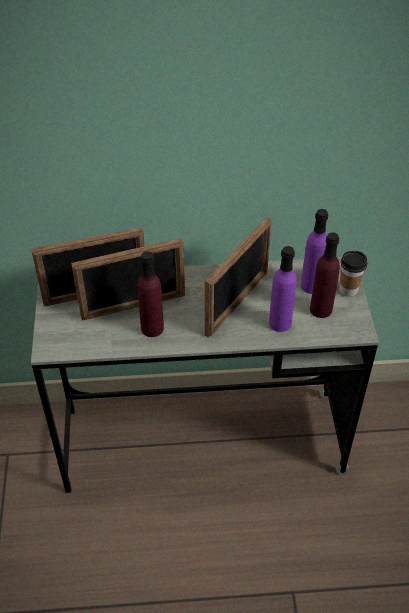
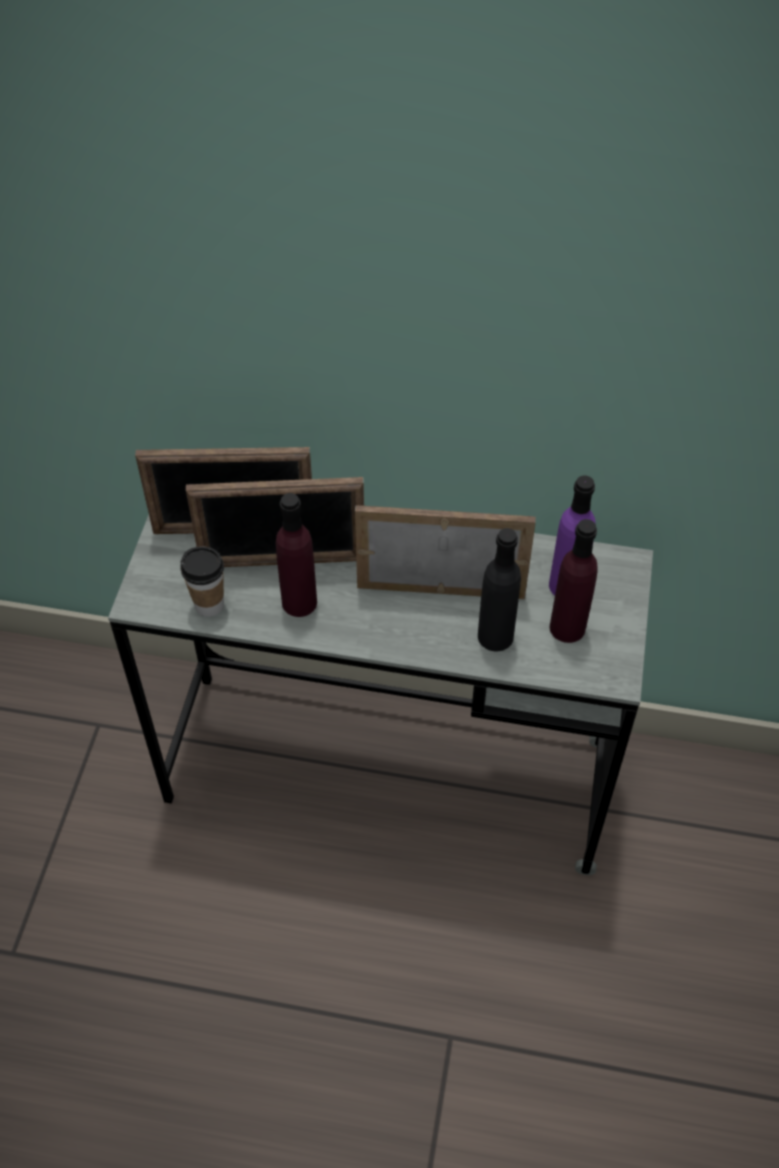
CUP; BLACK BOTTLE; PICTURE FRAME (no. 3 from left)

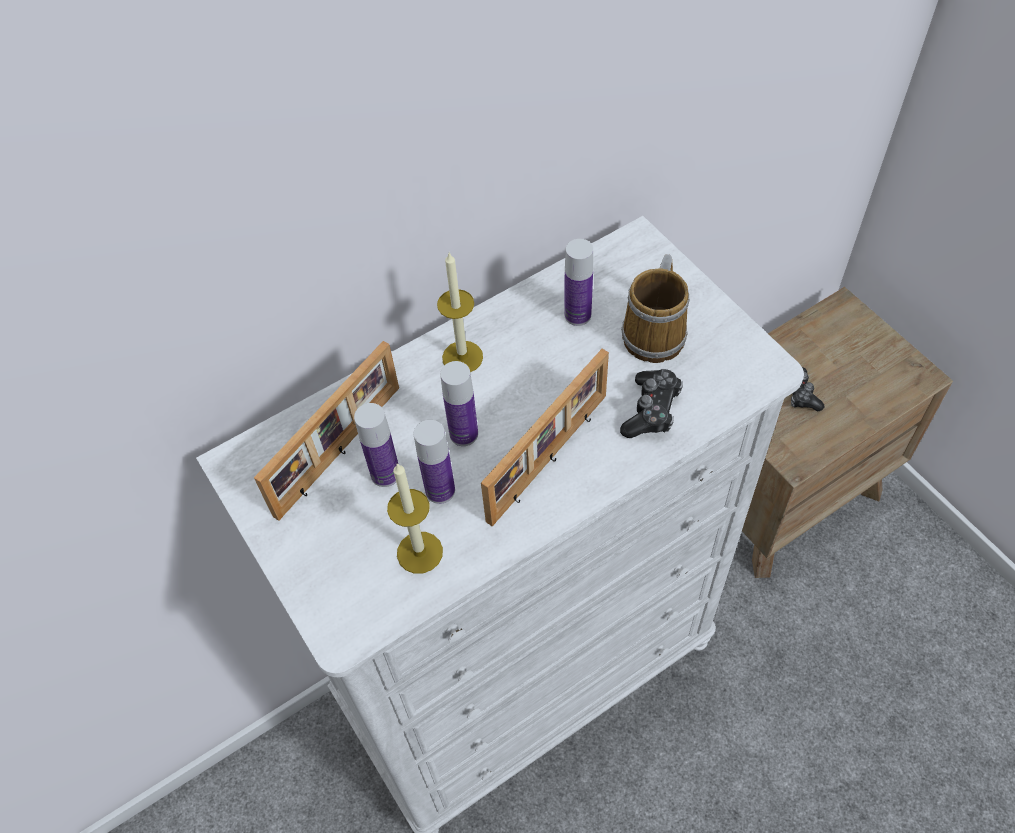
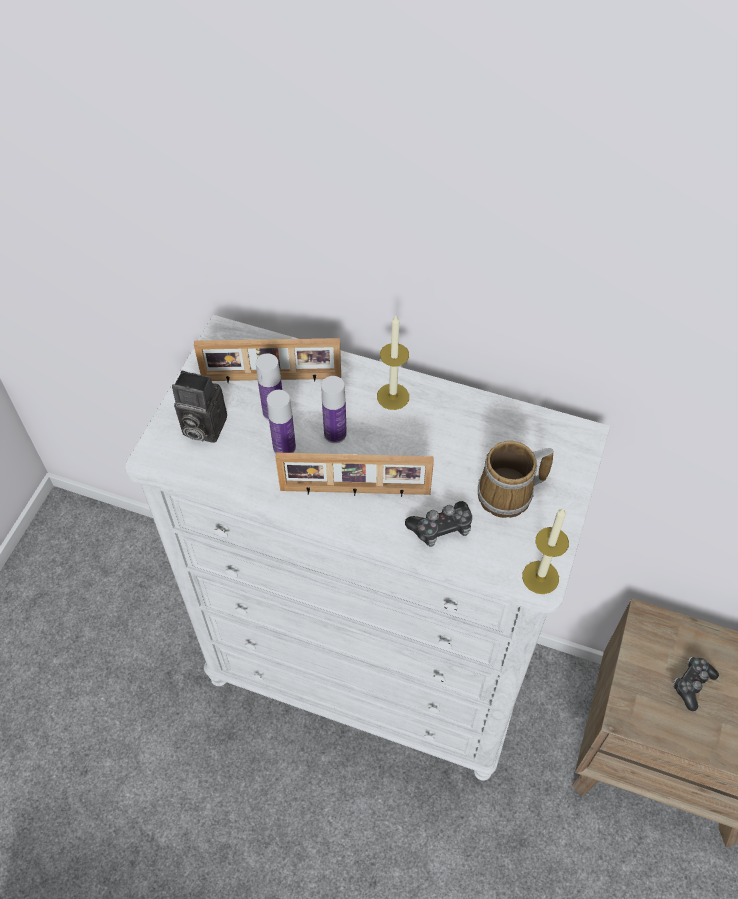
BOTTLE (no. 4 from left in the first image); PHOTO CAMERA; CANDLE (no. 2 from left)

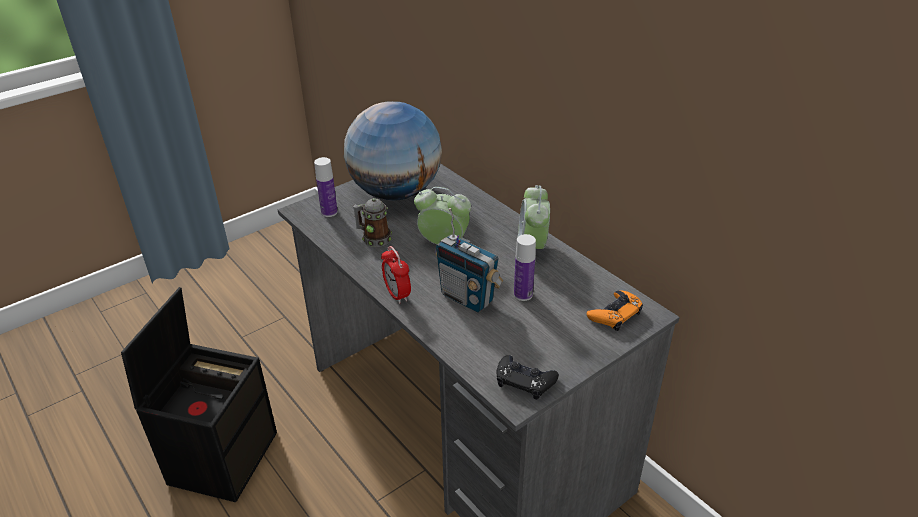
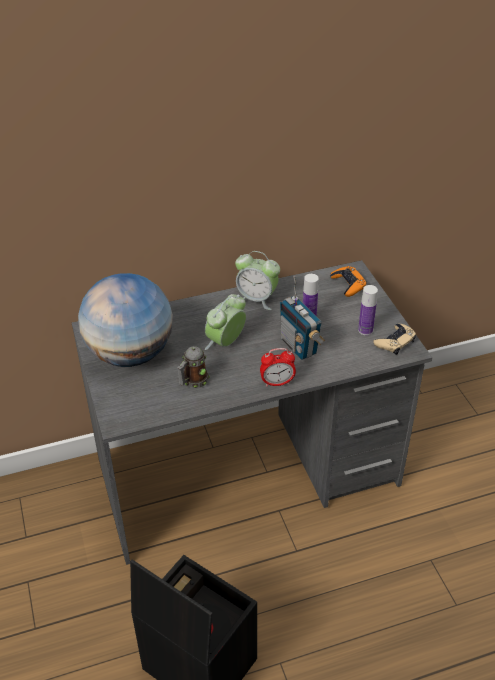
BOTTLE (no. 2 from left); BEIGE GAME CONTROLLER; RADIO

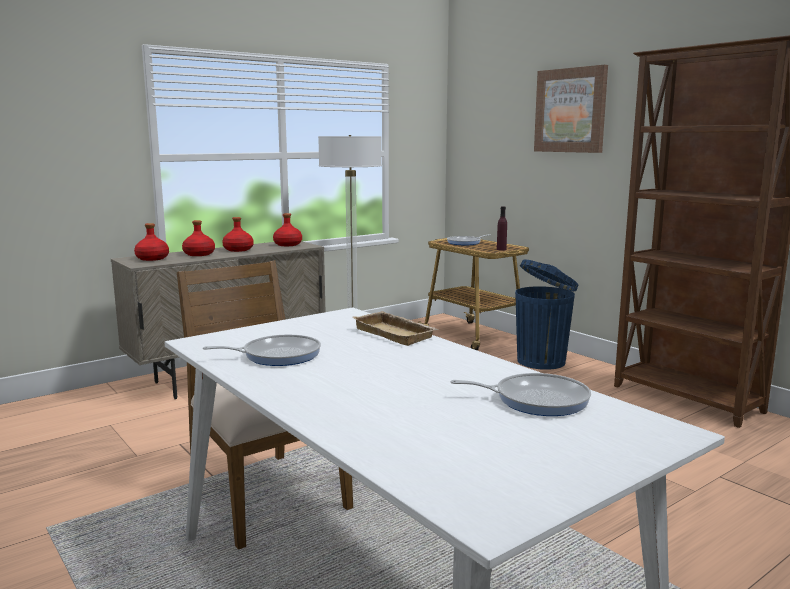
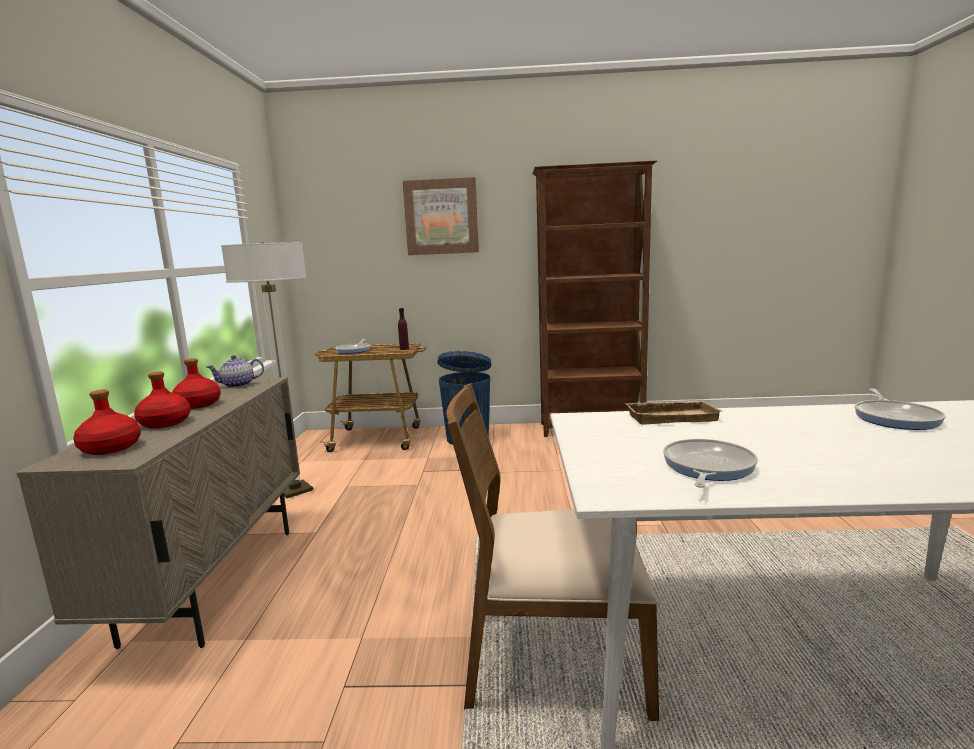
TEAPOT; FRYING PAN (no. 3 from left)

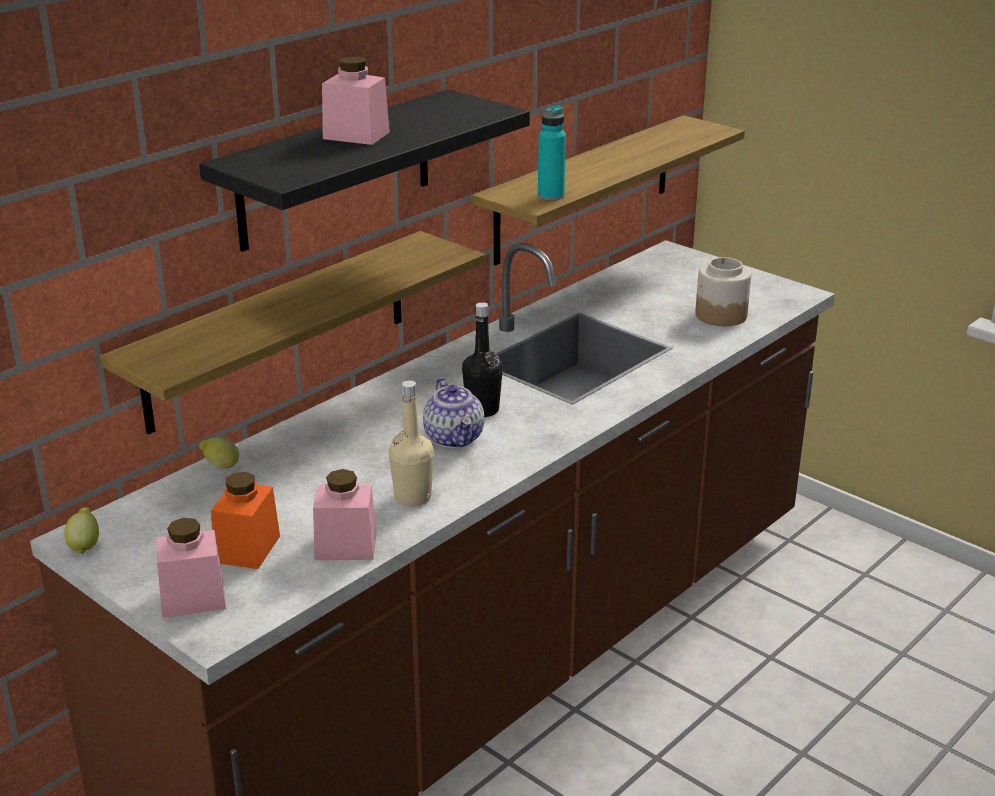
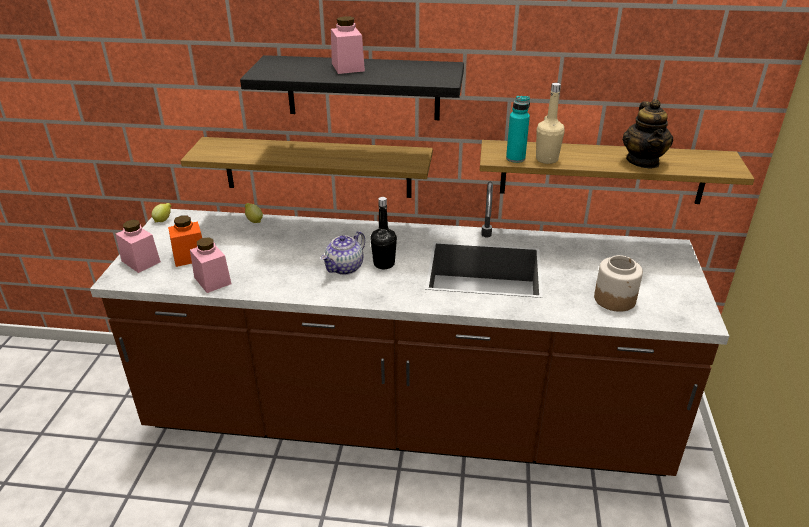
TEAPOT (no. 2 from left); BEIGE BOTTLE

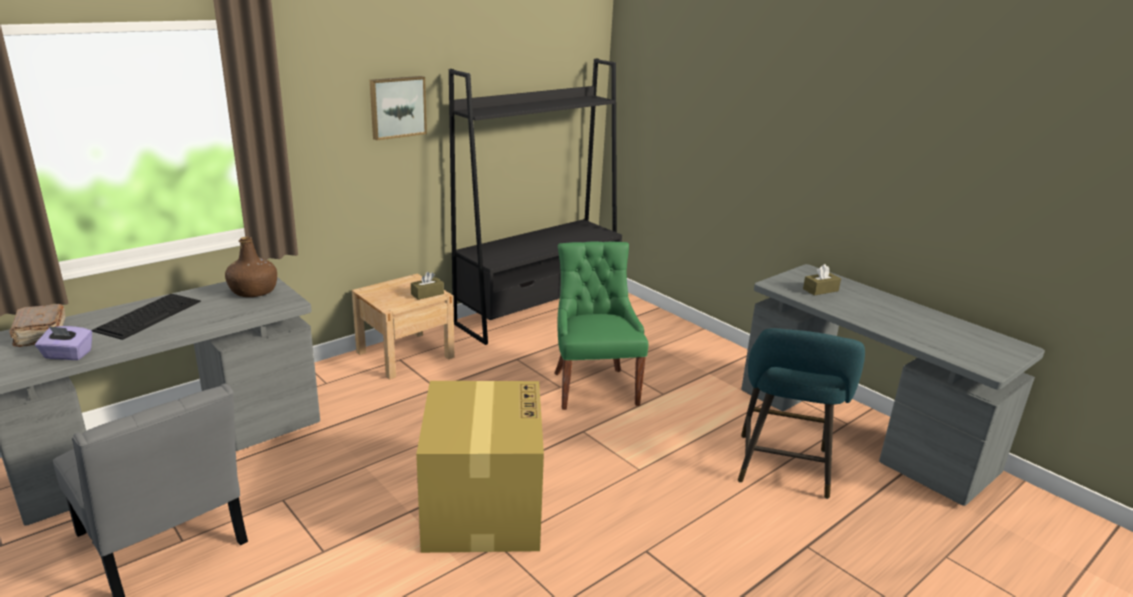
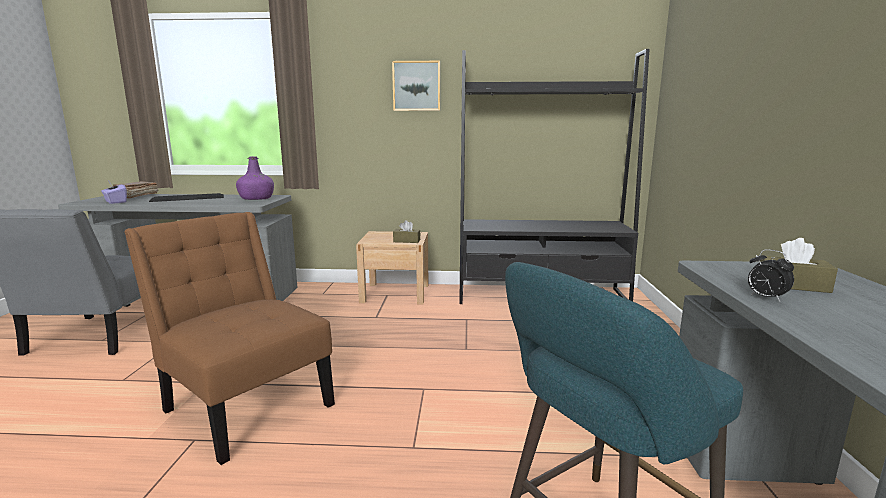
GREEN CHAIR; ALARM CLOCK; BROWN CHAIR; PURPLE BOTTLE

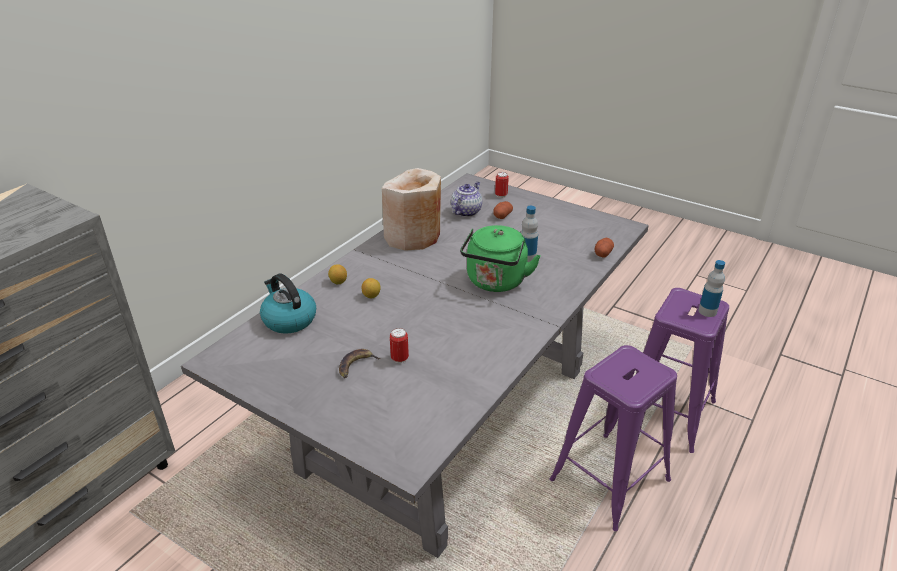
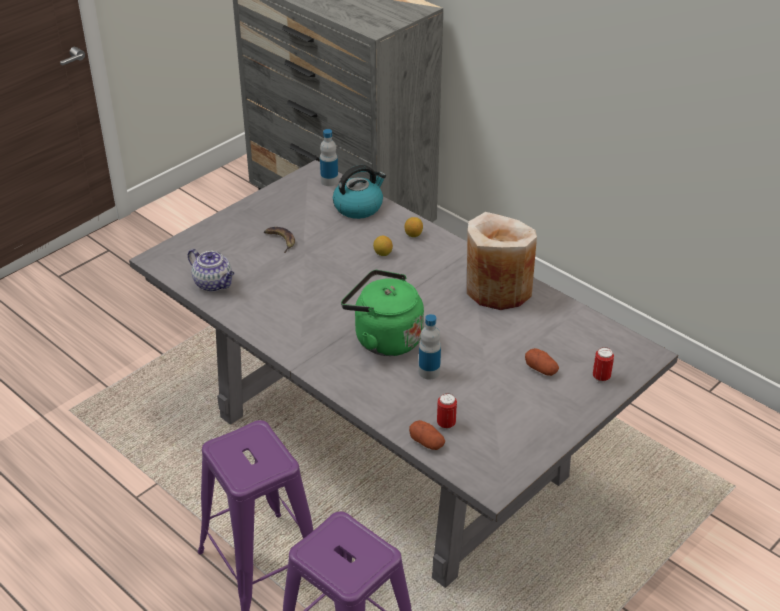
CAN (no. 1 from left); TEAPOT; BOTTLE (no. 1 from left)

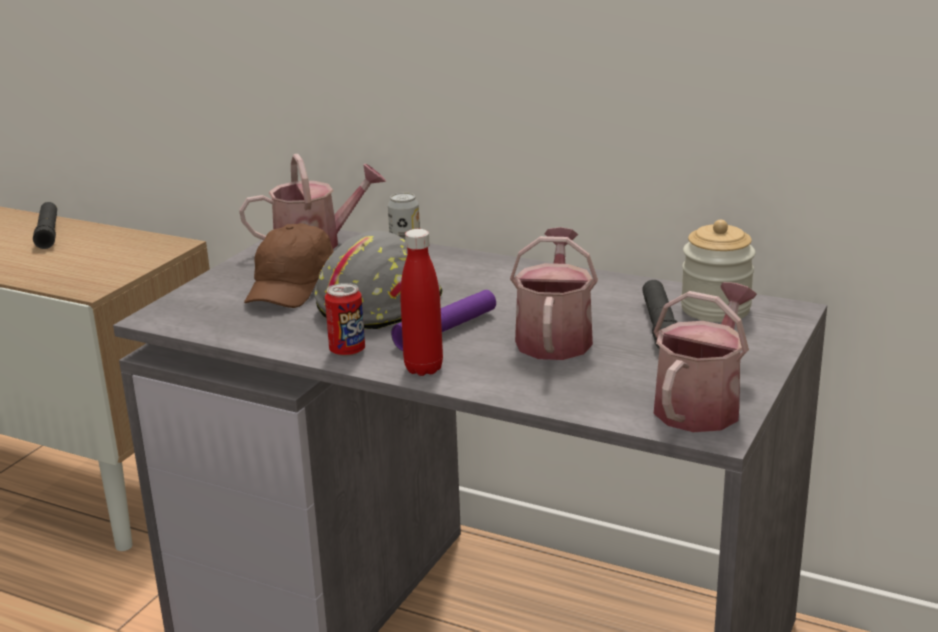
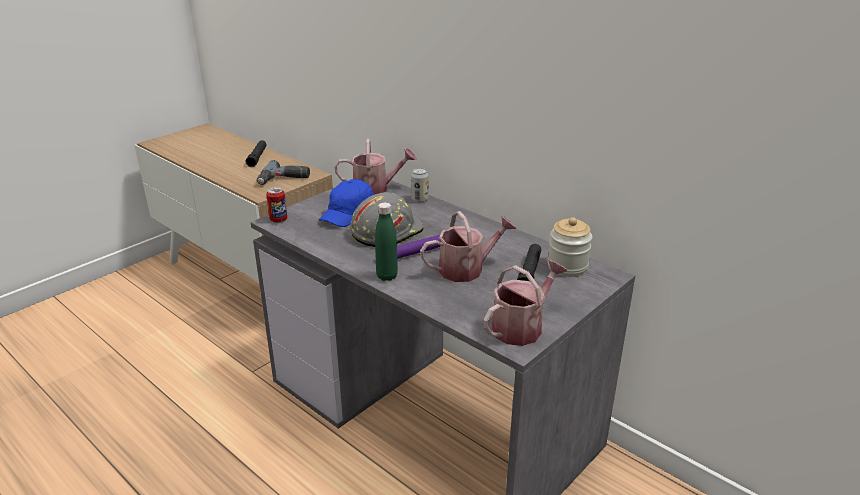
POWER DRILL; CAN (no. 1 from left); BLUE CAP; GREEN BOTTLE; WATERING CAN (no. 2 from left)

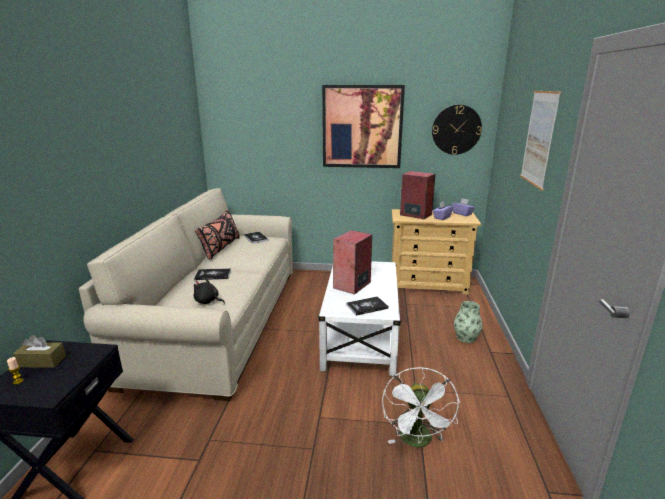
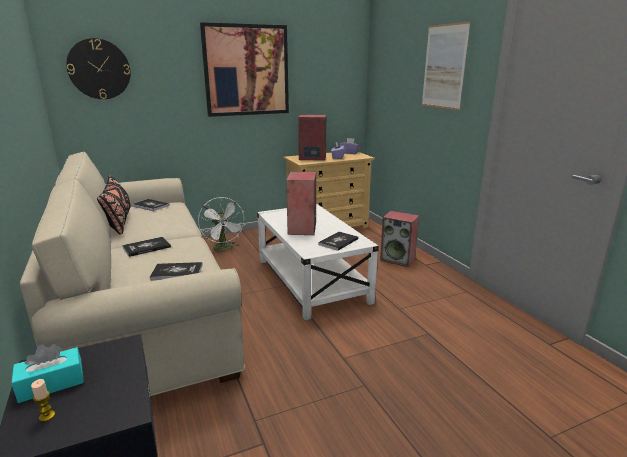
WHITE FAN; WALL CLOCK; BOOK (no. 3 from left); SPEAKER (no. 3 from left); TURQUOISE TISSUE BOX

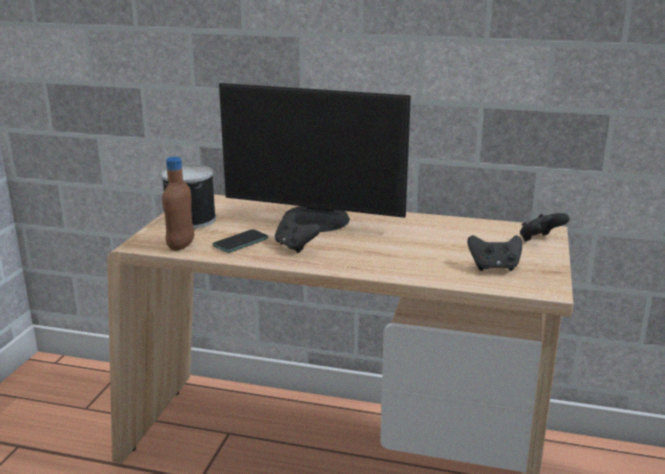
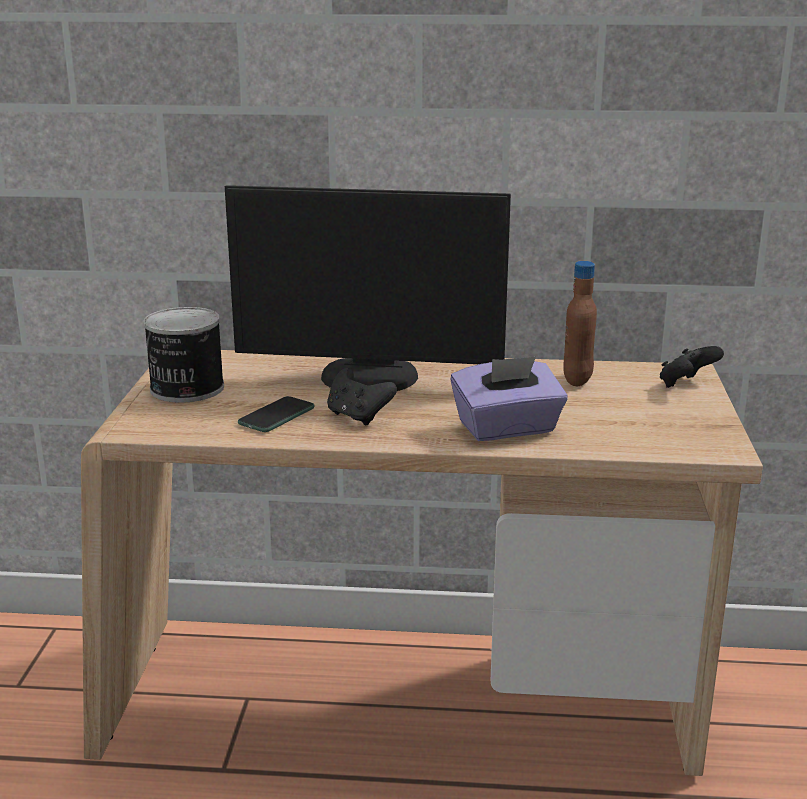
BLACK GAME CONTROLLER (no. 2 from left in the first image); PURPLE TISSUE BOX; BROWN BOTTLE

